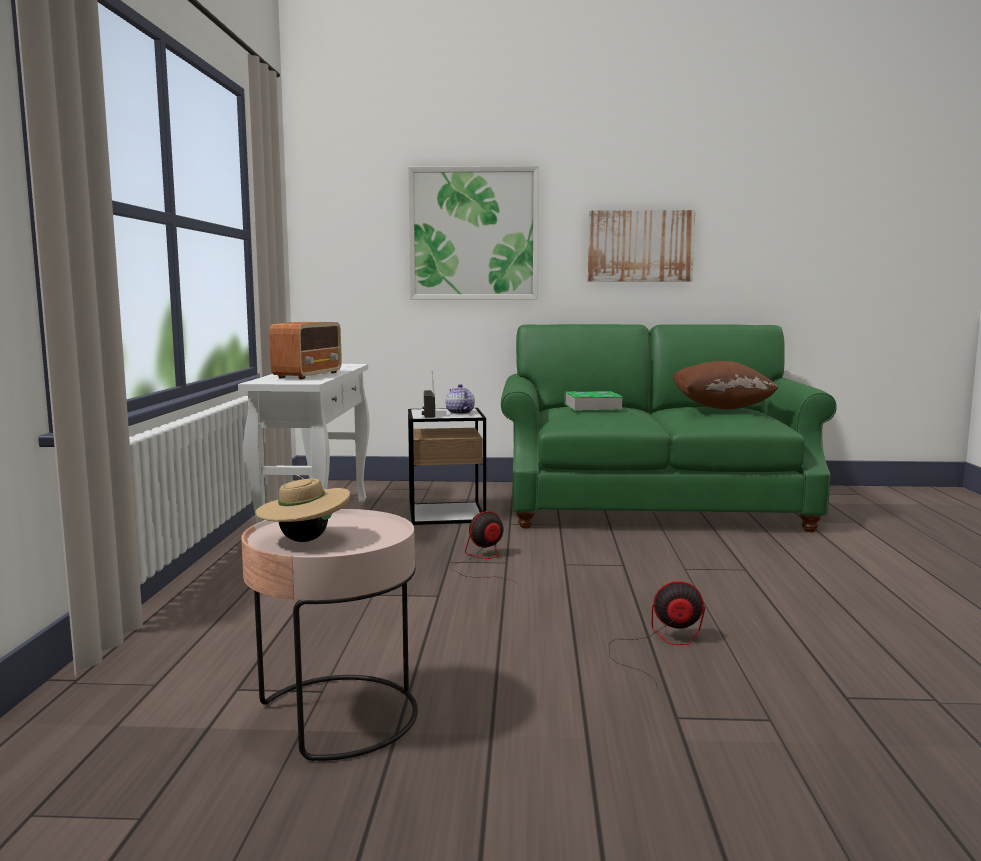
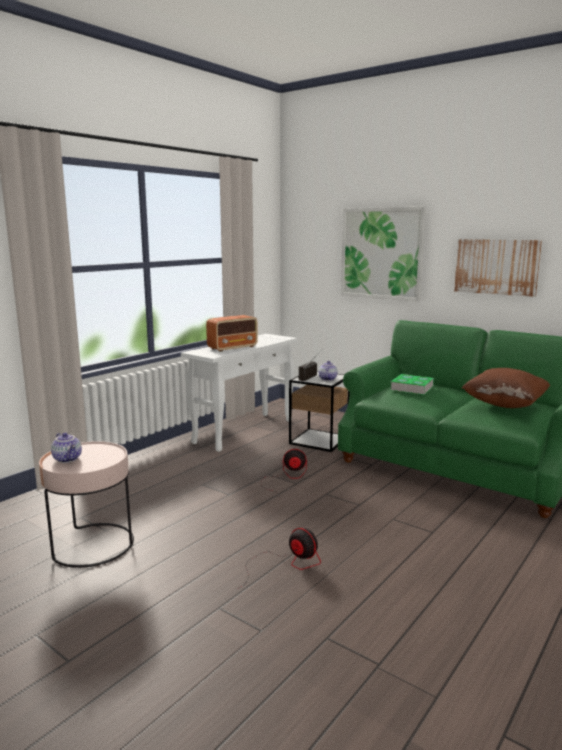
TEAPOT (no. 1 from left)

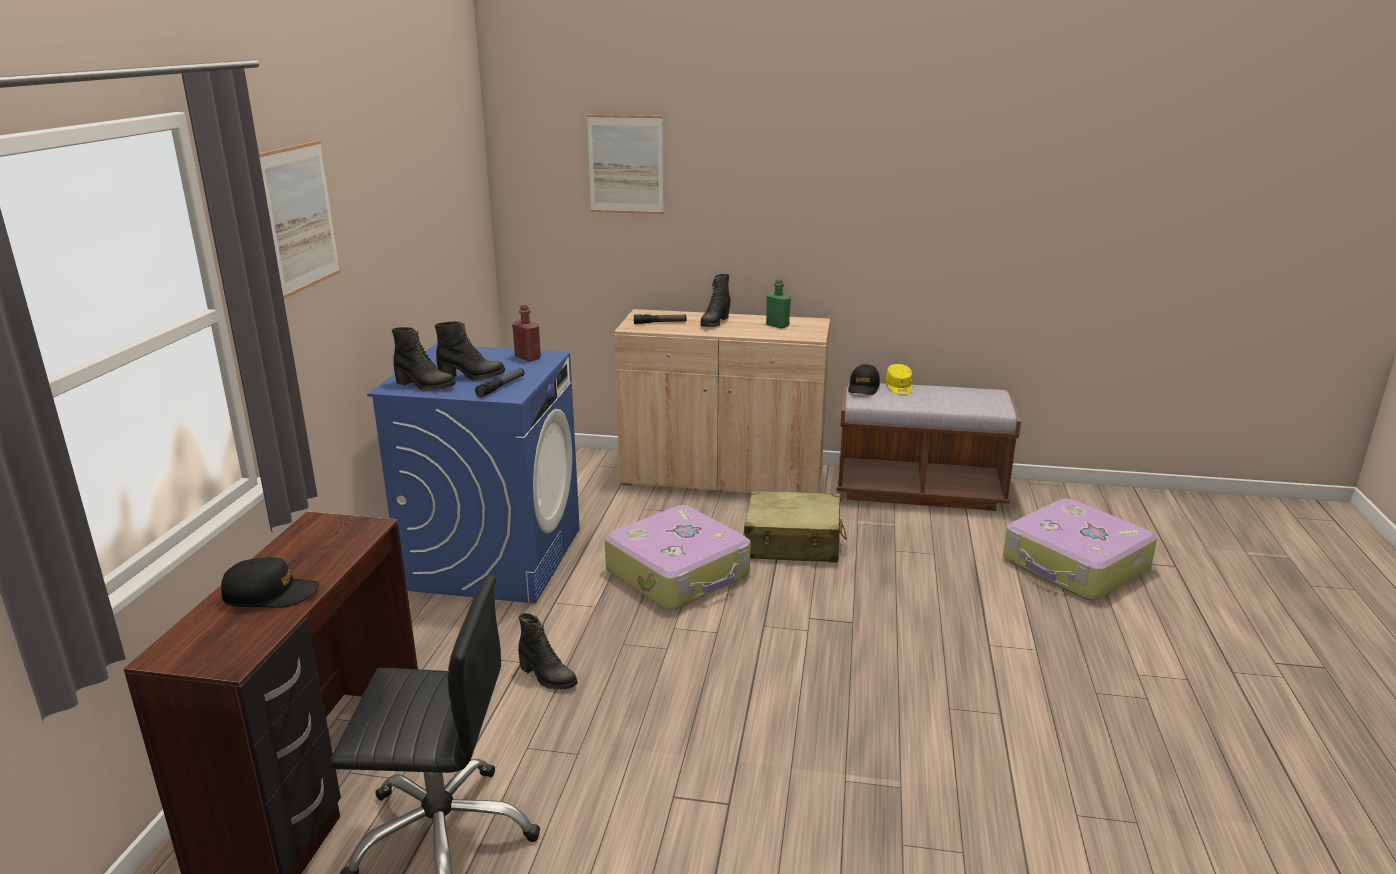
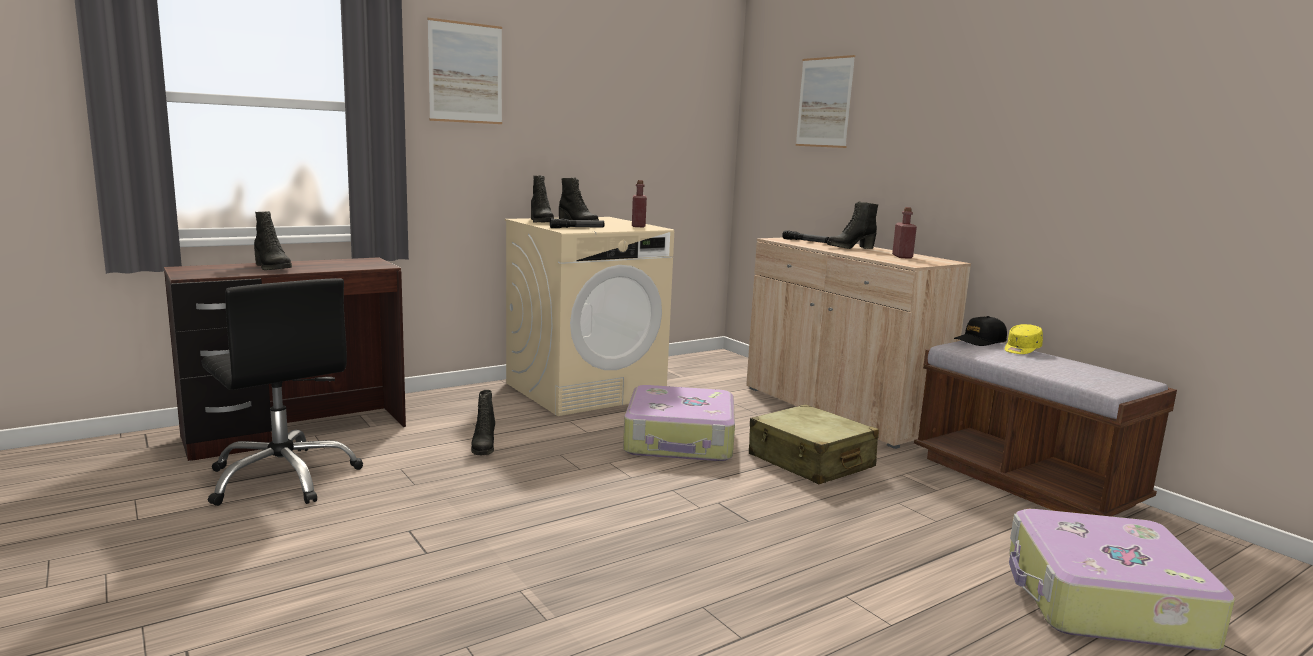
BLACK BOOT (no. 1 from left); BEIGE WASHING MACHINE; RED BOTTLE (no. 2 from left)

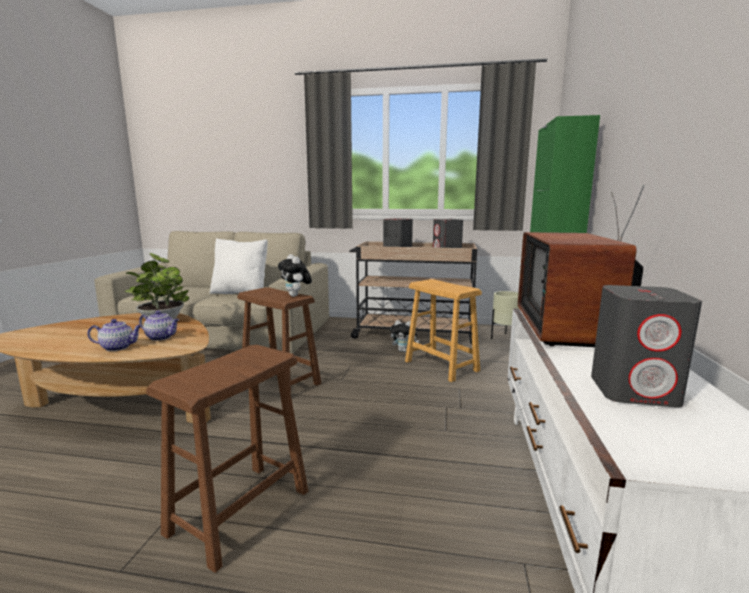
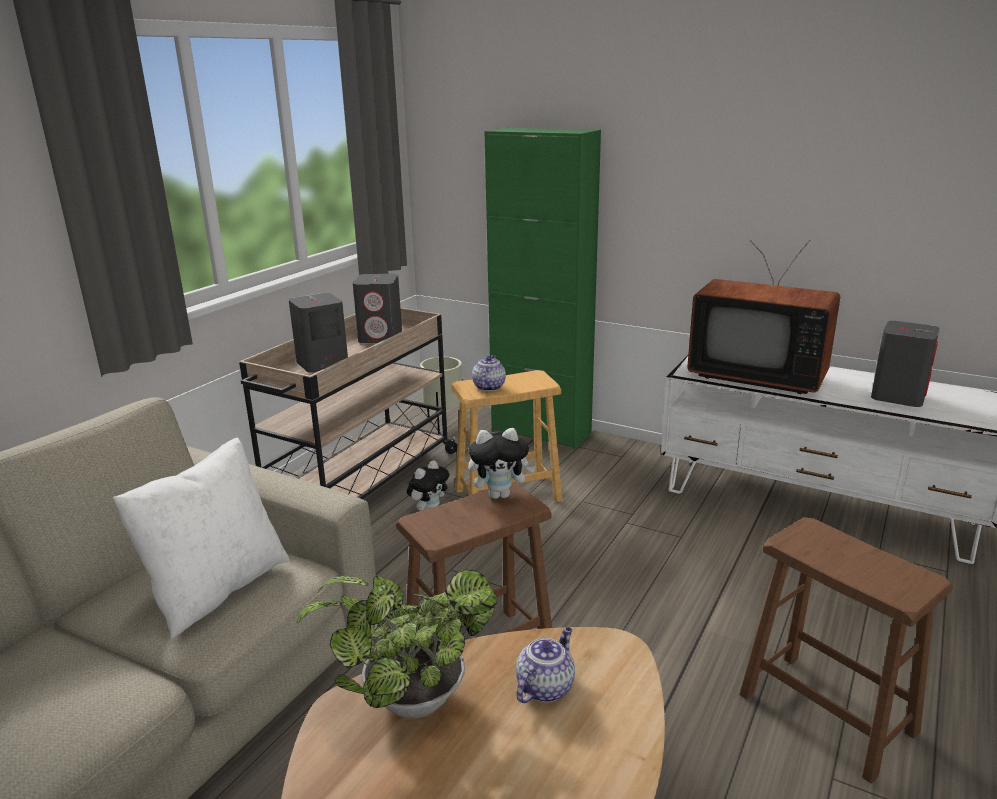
TEAPOT (no. 1 from left)

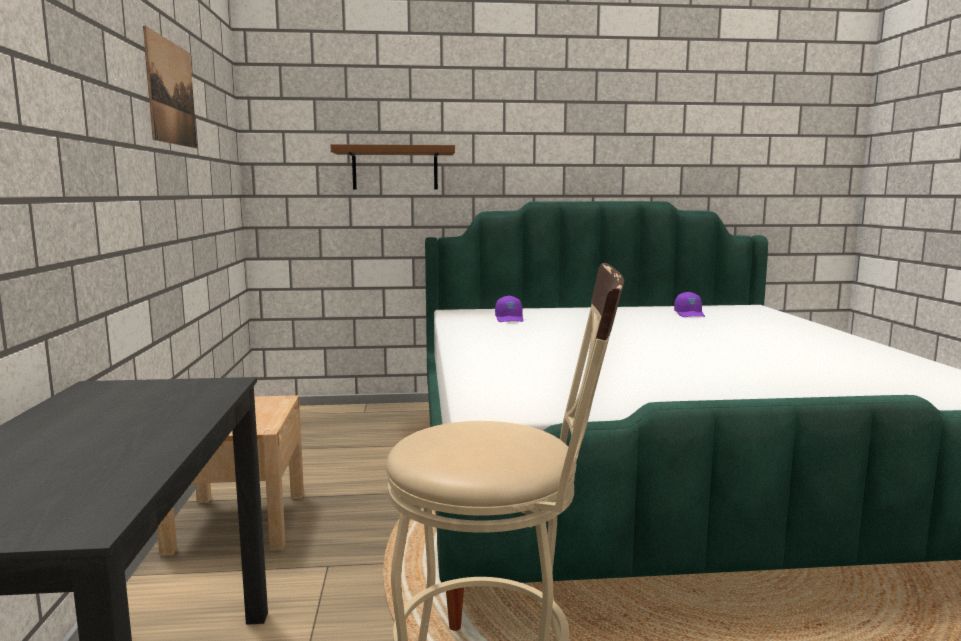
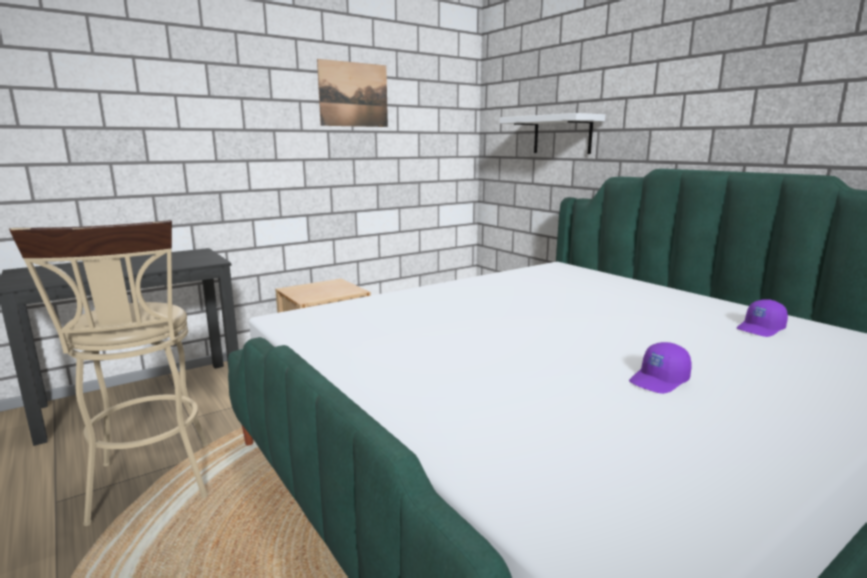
PURPLE CAP (no. 1 from left); WHITE SHELF

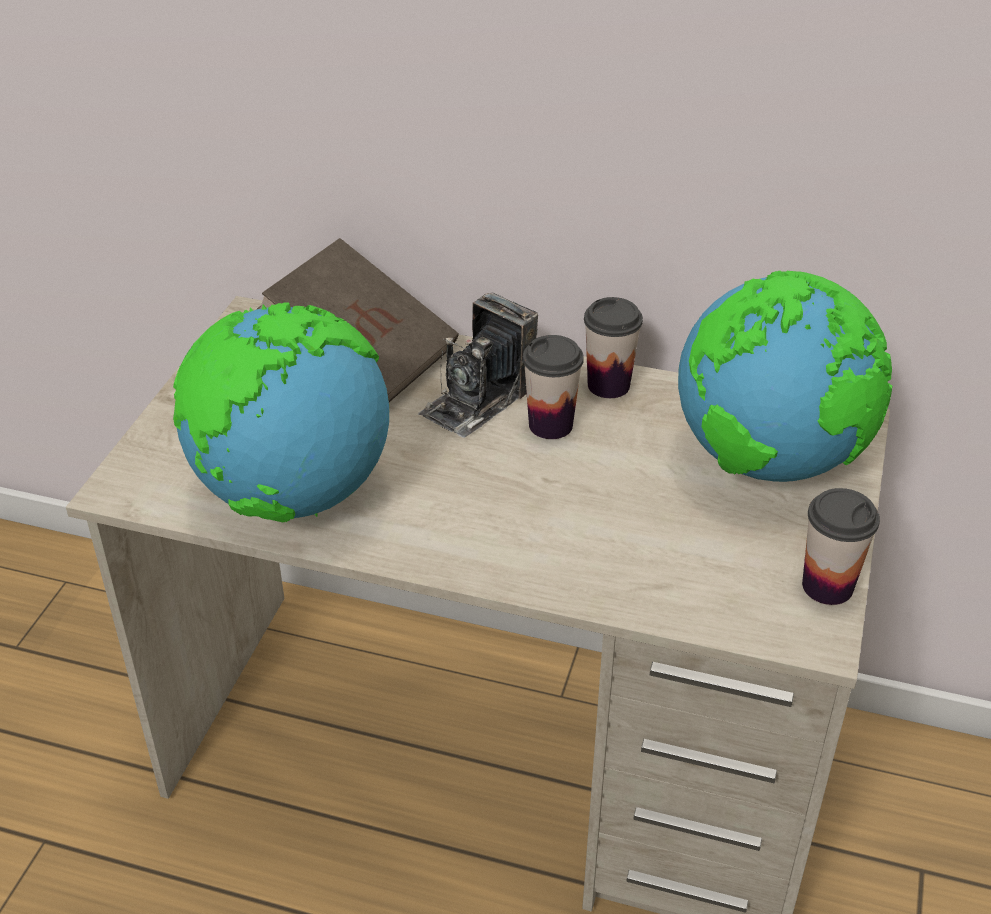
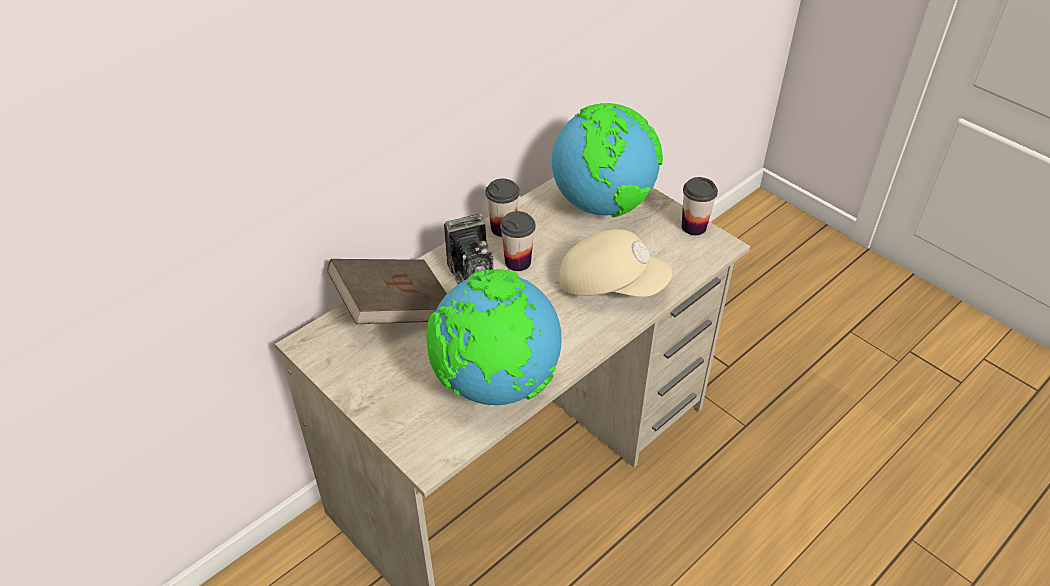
BEIGE CAP

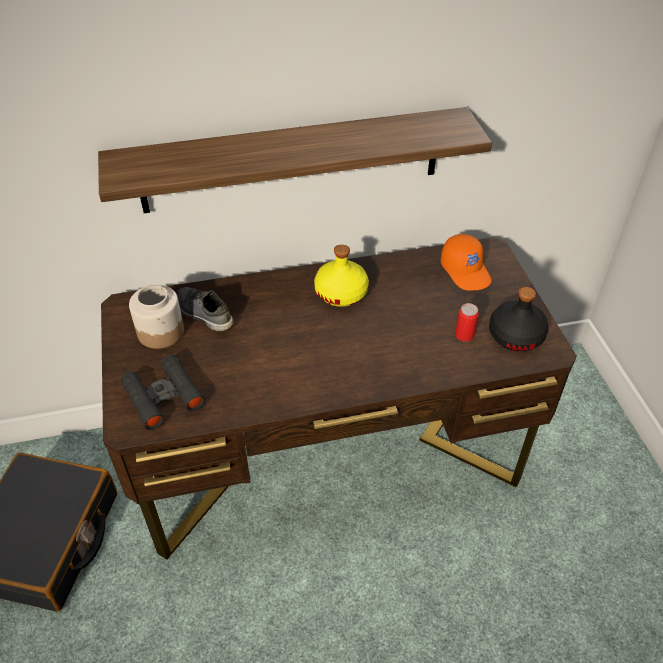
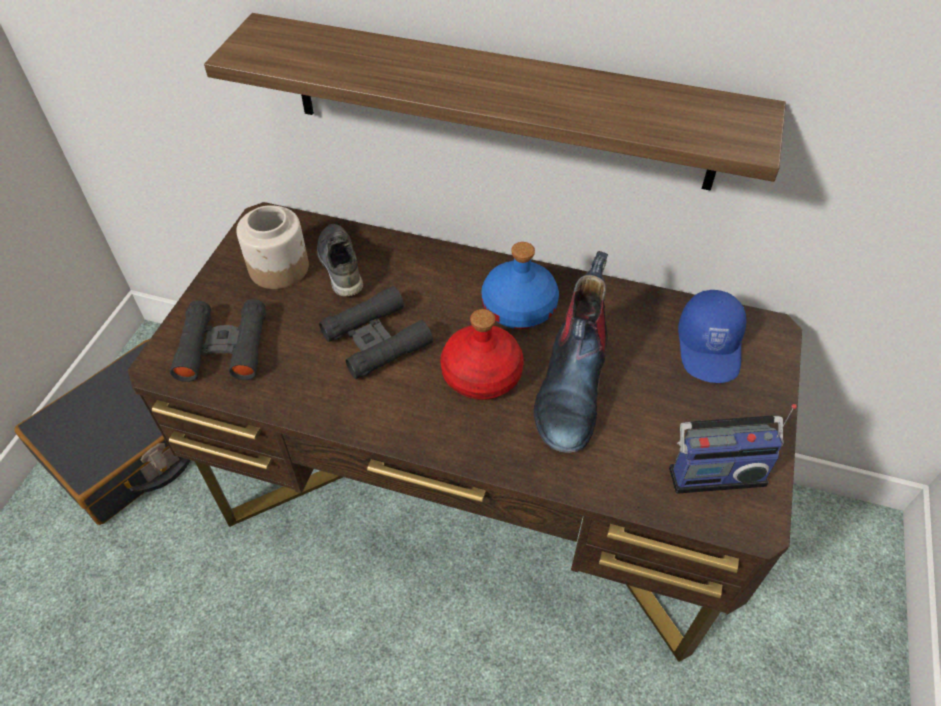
CAN; BLACK BINOCULARS (no. 2 from left); RED BOTTLE; BOOT; RADIO; BLUE BOTTLE; BLUE CAP

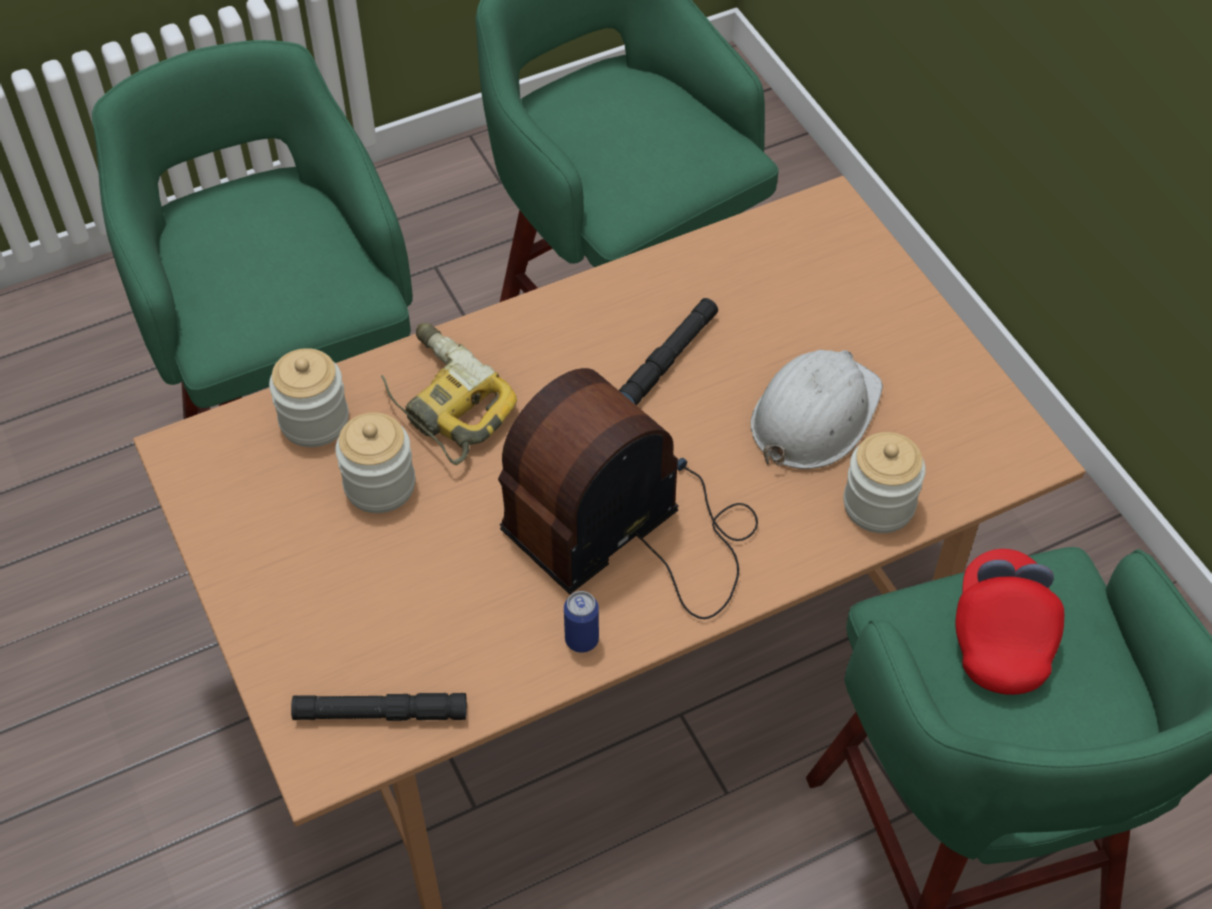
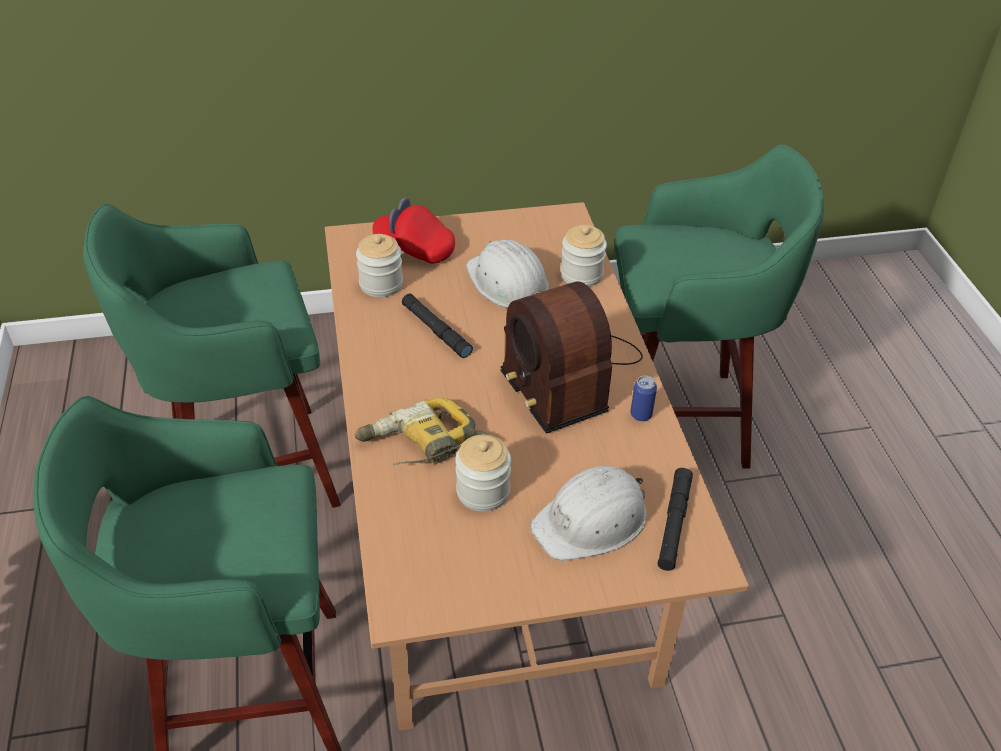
WHITE HARD HAT (no. 2 from left); JAR (no. 1 from left); RED CAP

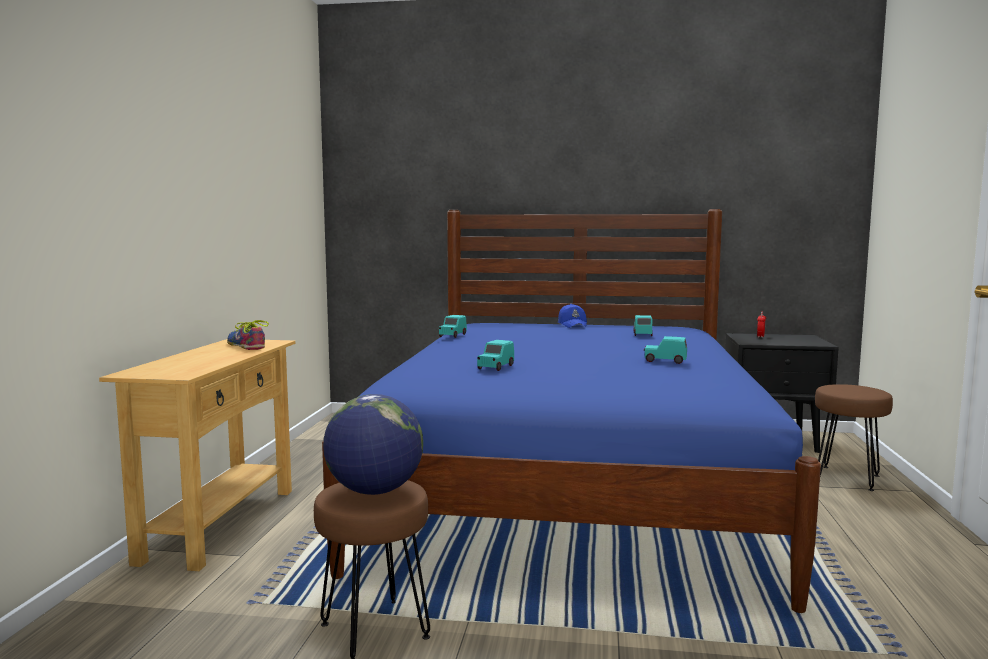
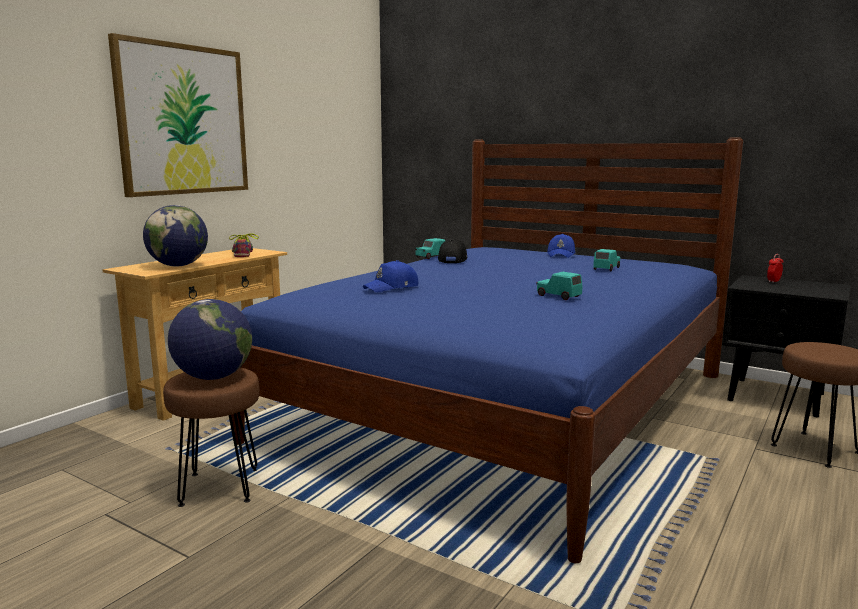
PICTURE; GLOBE (no. 1 from left); BLACK CAP; BLUE CAP (no. 1 from left)

